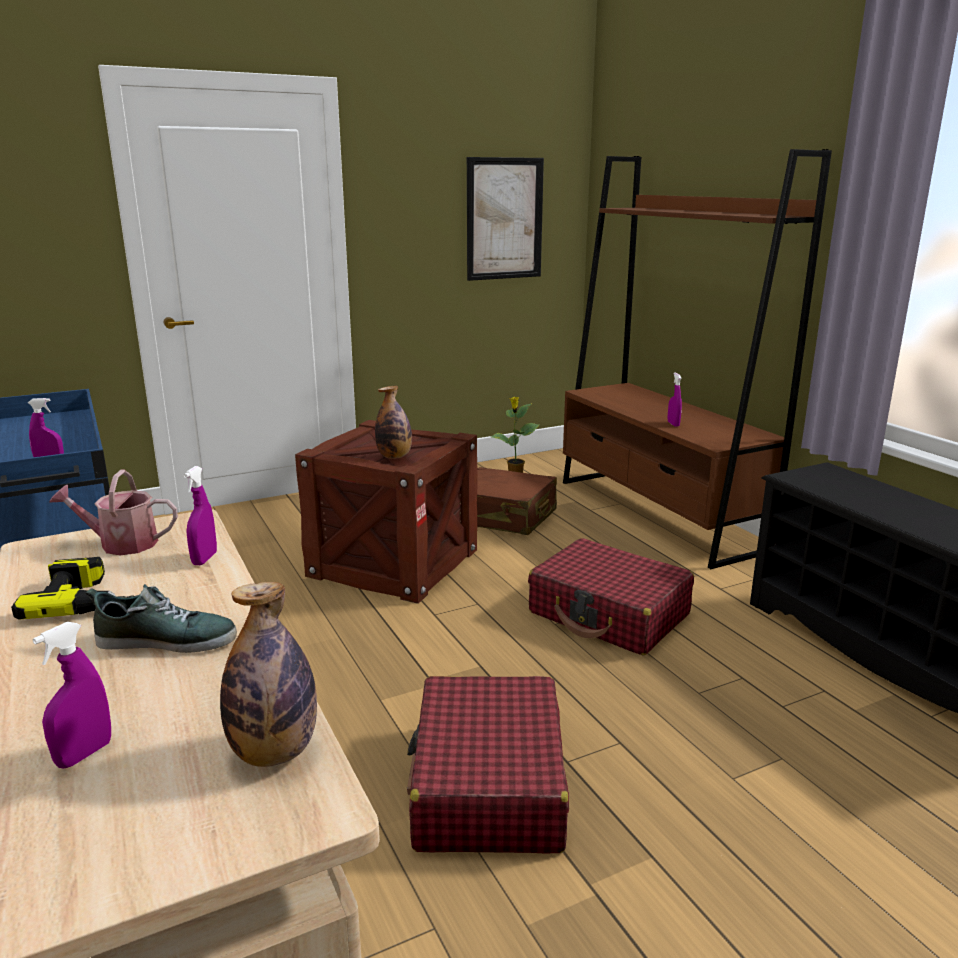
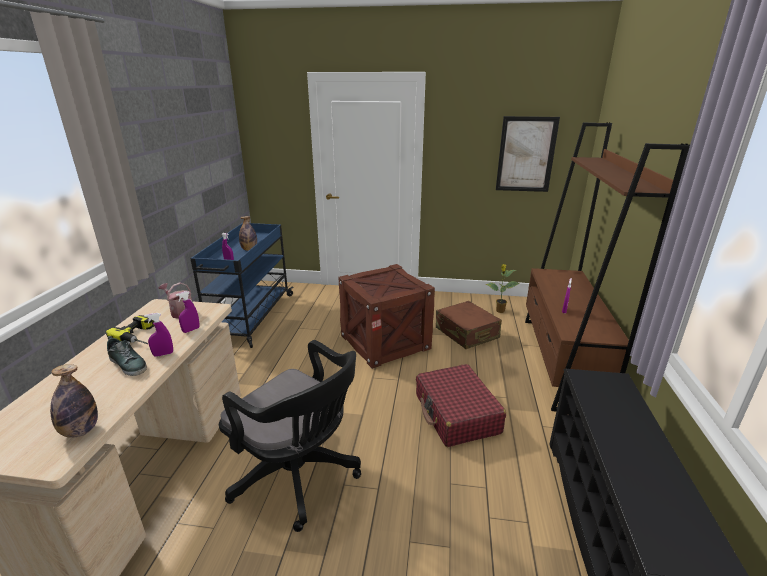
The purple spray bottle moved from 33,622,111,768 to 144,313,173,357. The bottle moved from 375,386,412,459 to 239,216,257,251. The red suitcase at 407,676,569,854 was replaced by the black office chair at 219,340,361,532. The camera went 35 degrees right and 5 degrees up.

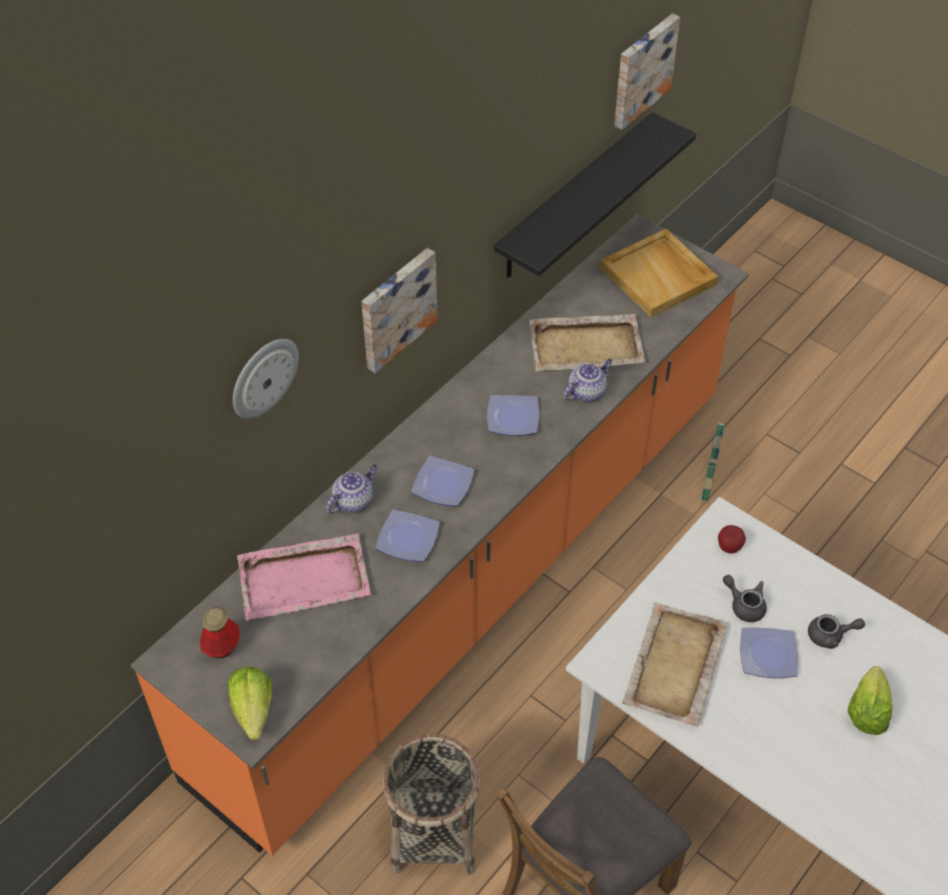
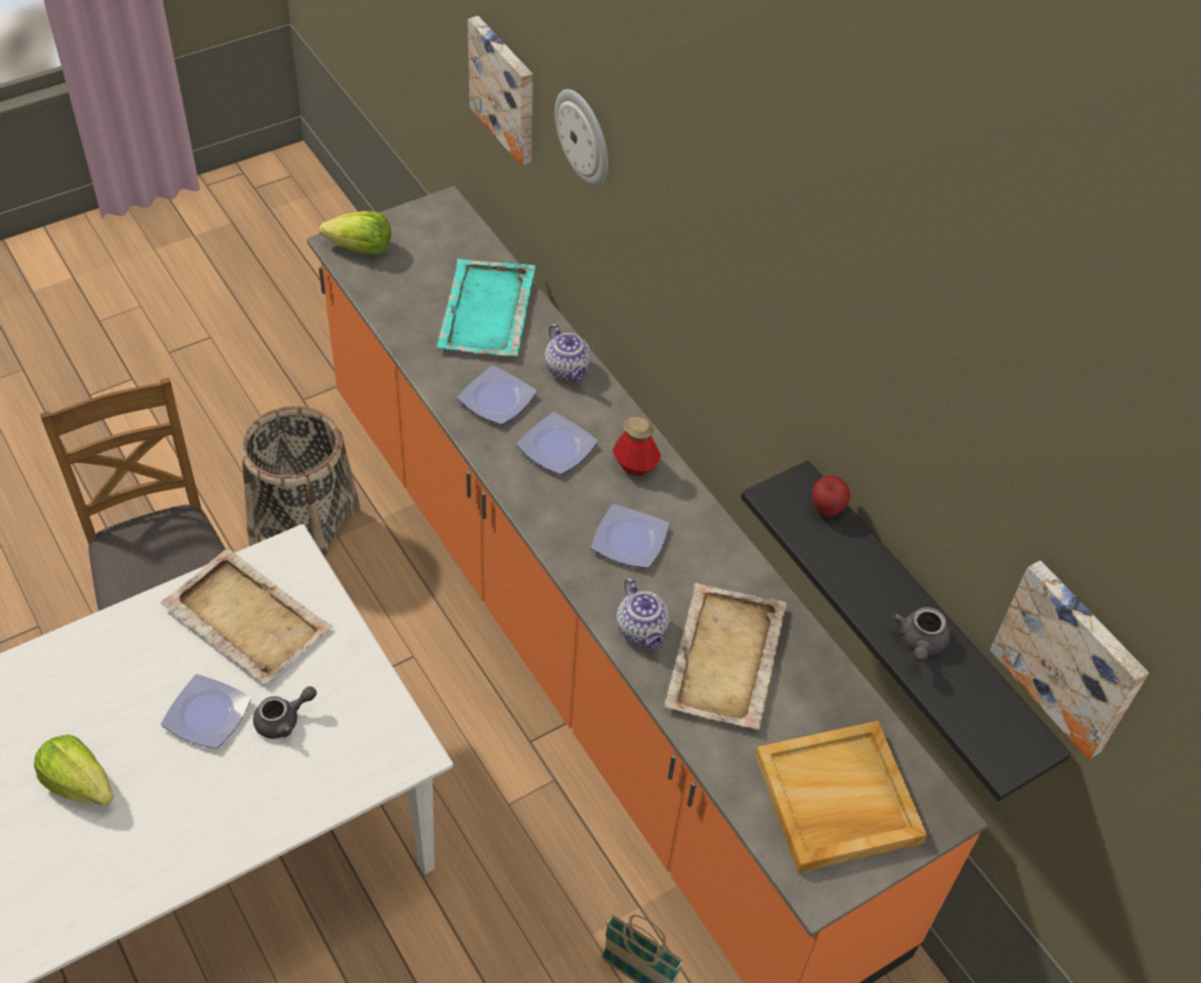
The bottle moved from 200,607,240,658 to 612,416,661,476. The pink tray at 237,534,371,621 became the turquoise tray at 437,259,535,356. The picture moved from 362,248,437,373 to 468,16,533,166. The apple moved from 718,525,746,554 to 812,475,850,516. The grey teapot moved from 808,614,865,649 to 893,607,950,662. The camera went 105 degrees right and 0 degrees up.

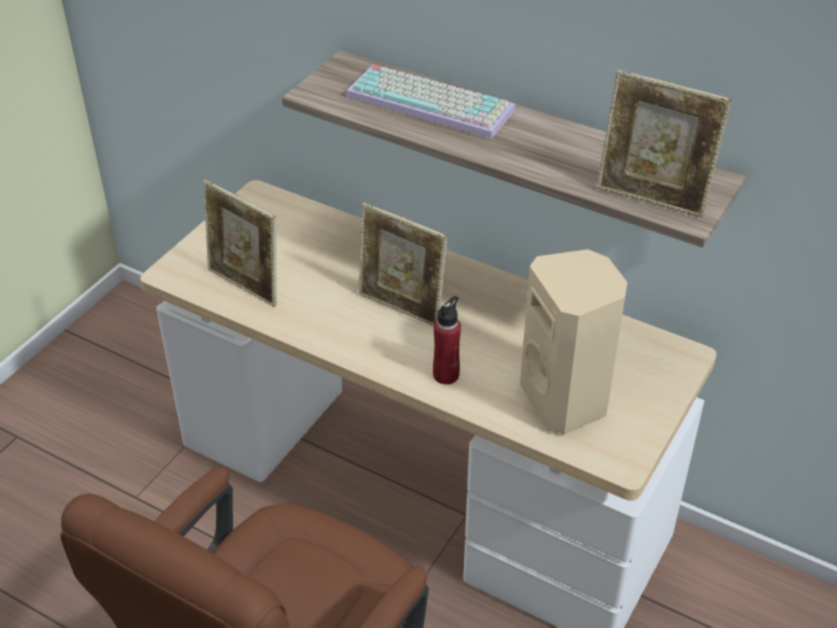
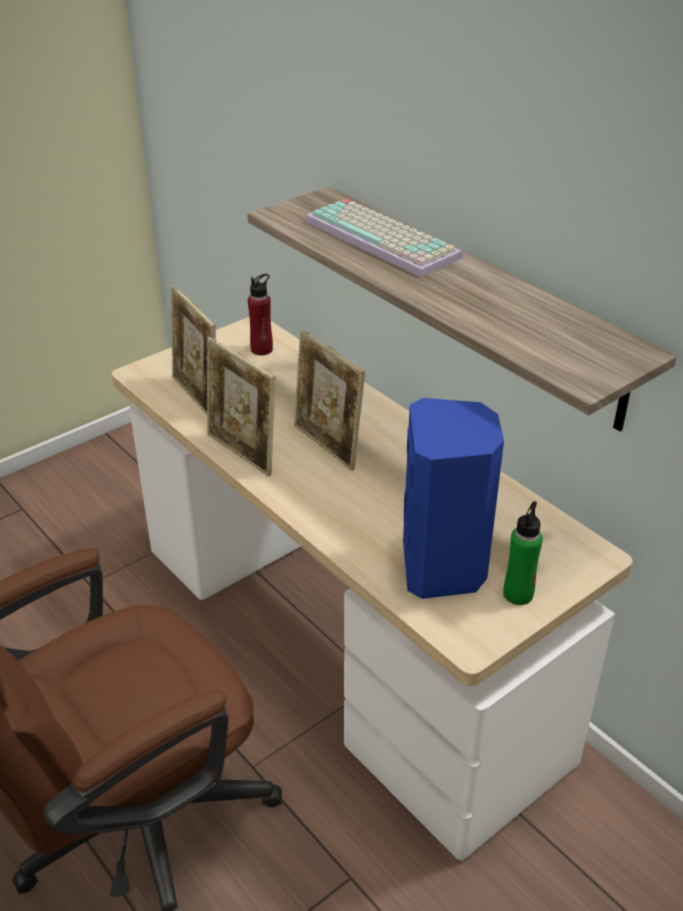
The red bottle moved from 433,296,461,384 to 248,274,273,355. The beige speaker at 520,249,627,435 became the blue speaker at 403,398,504,599. The picture frame moved from 597,70,732,218 to 207,337,276,477. The green bottle at 504,501,543,605 appeared. The camera went 20 degrees right and 5 degrees down.

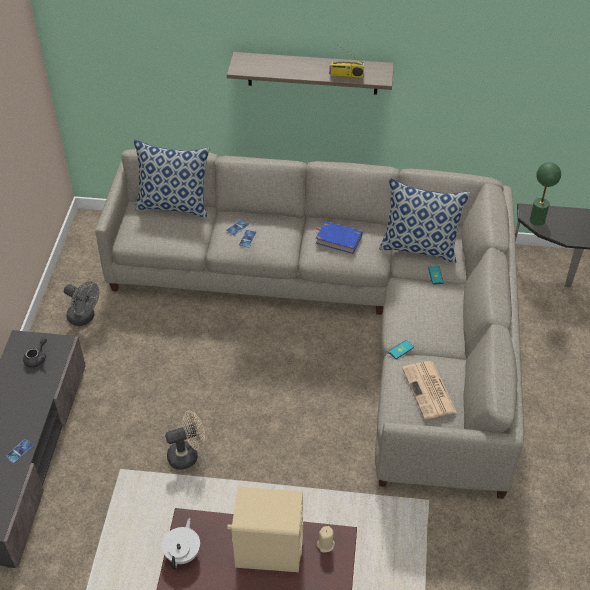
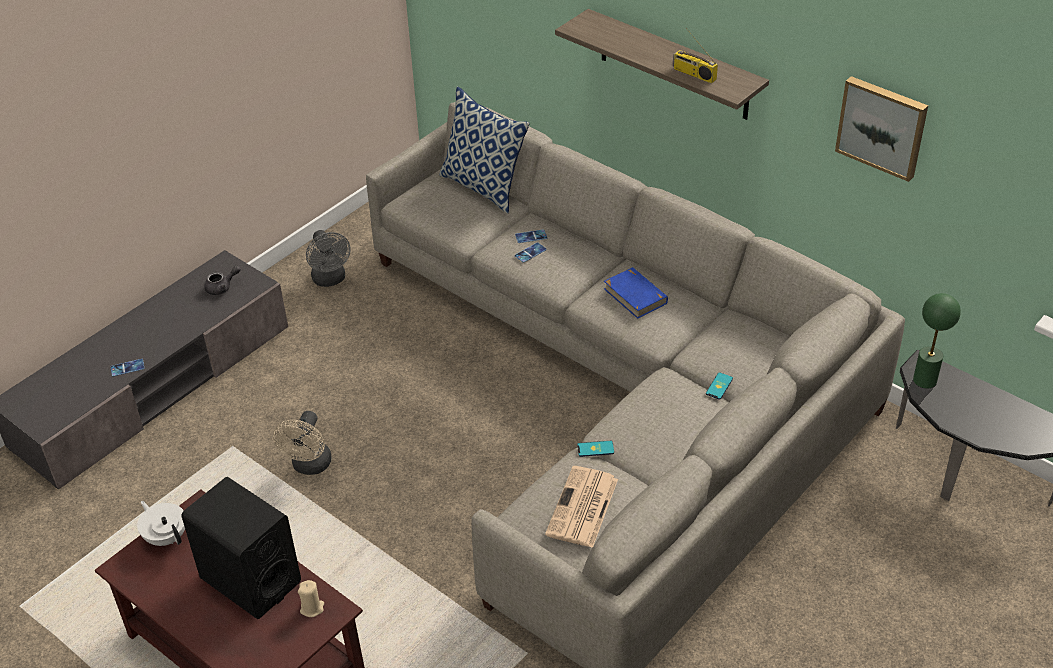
The white teapot at 162,518,200,570 turned 90 degrees counterclockwise. The beige fan at 165,410,205,470 turned 90 degrees clockwise. The beige speaker at 227,487,303,572 became the black speaker at 182,477,301,619. The pillow at 380,179,470,263 disappeared. The picture at 835,76,928,182 appeared. The camera went 35 degrees right and 5 degrees down.

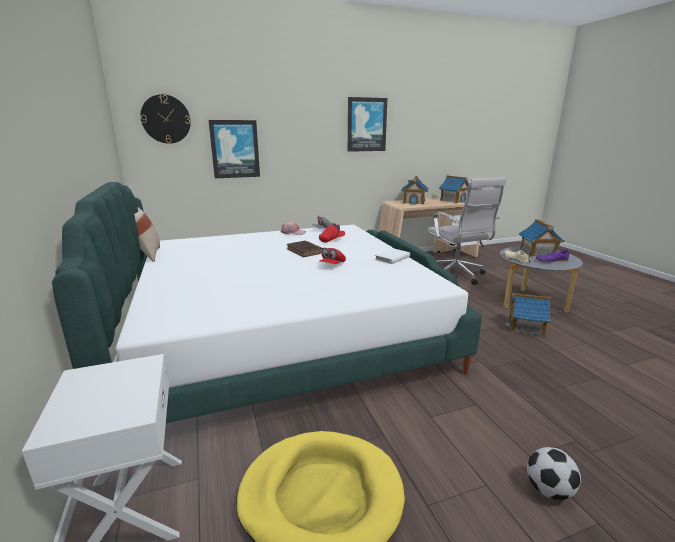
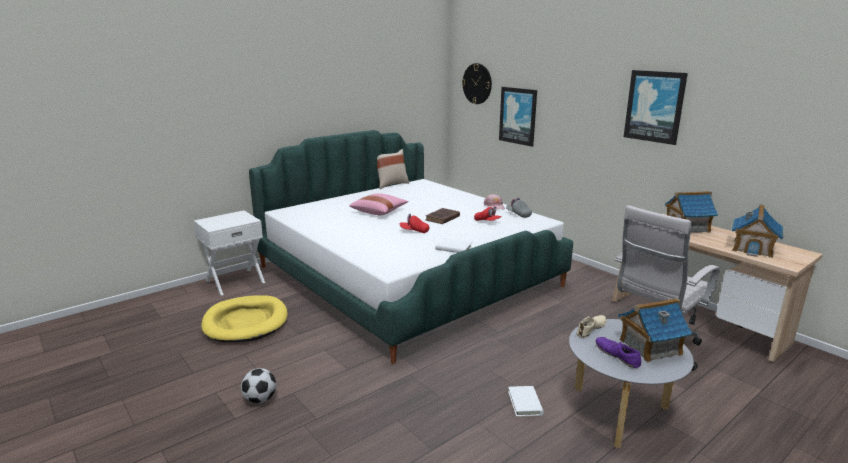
The toy house at 505,293,551,337 was replaced by the white book at 508,386,544,417. The pink pillow at 349,193,408,215 appeared. The camera went 70 degrees right and 0 degrees up.

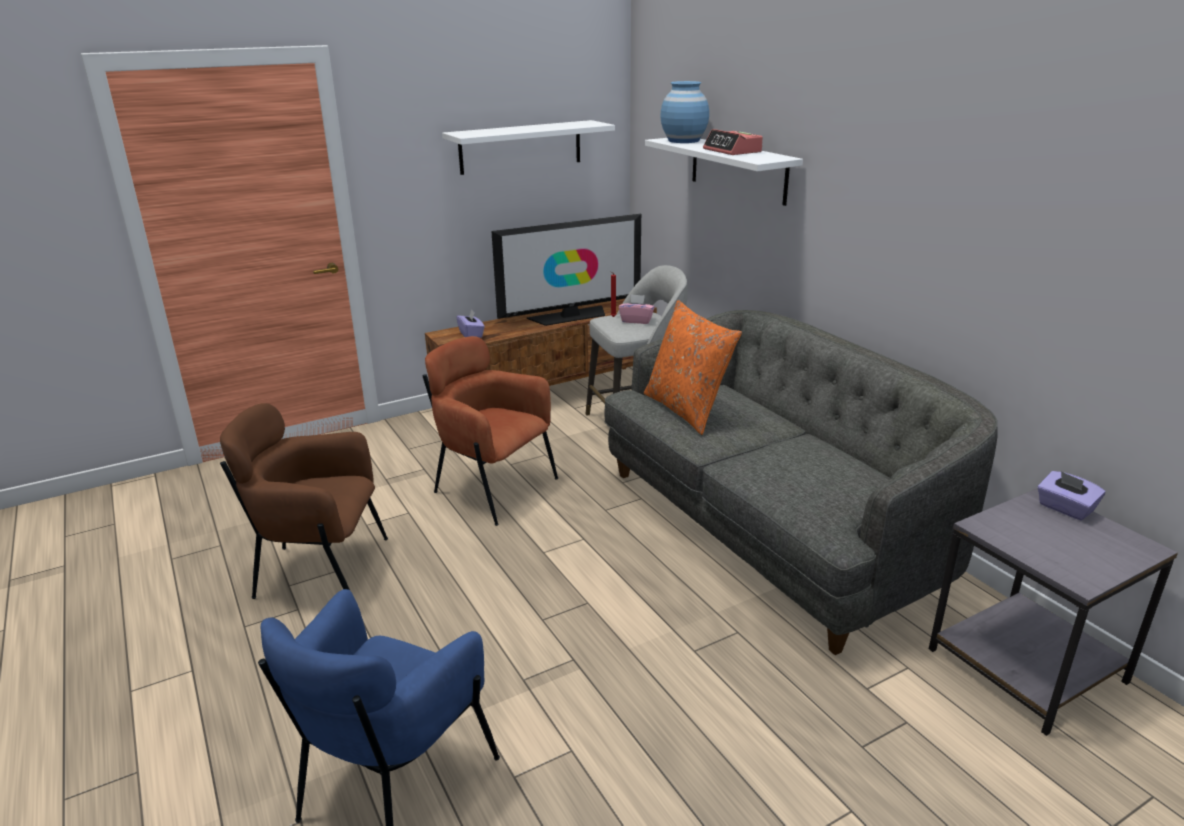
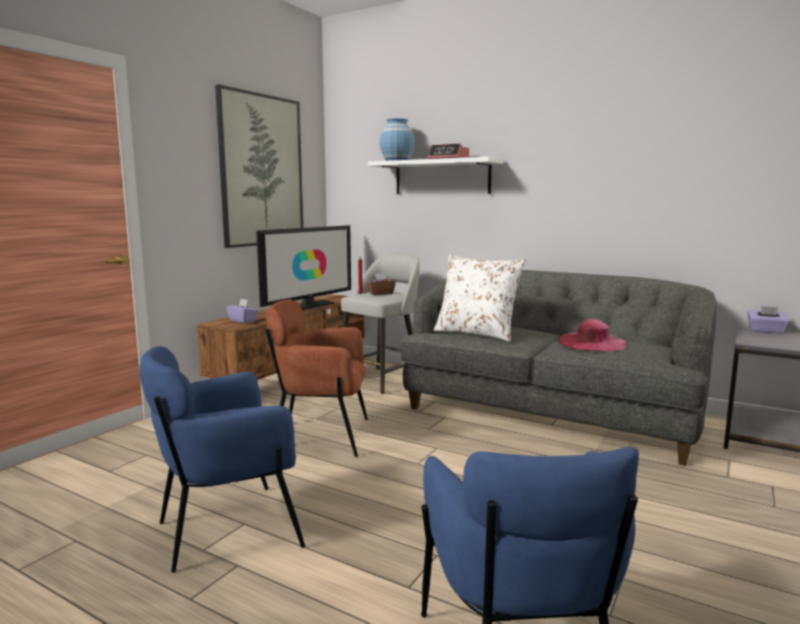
The brown armchair at 220,403,388,599 became the blue armchair at 139,346,305,573. The white shelf at 442,120,615,175 was replaced by the picture at 215,85,303,248. The pink tissue box at 619,294,655,324 became the brown tissue box at 367,273,396,295. The orange pillow at 644,300,742,435 became the white pillow at 434,255,526,342. The pink hat at 558,319,627,352 appeared. The camera went 30 degrees left and 15 degrees down.

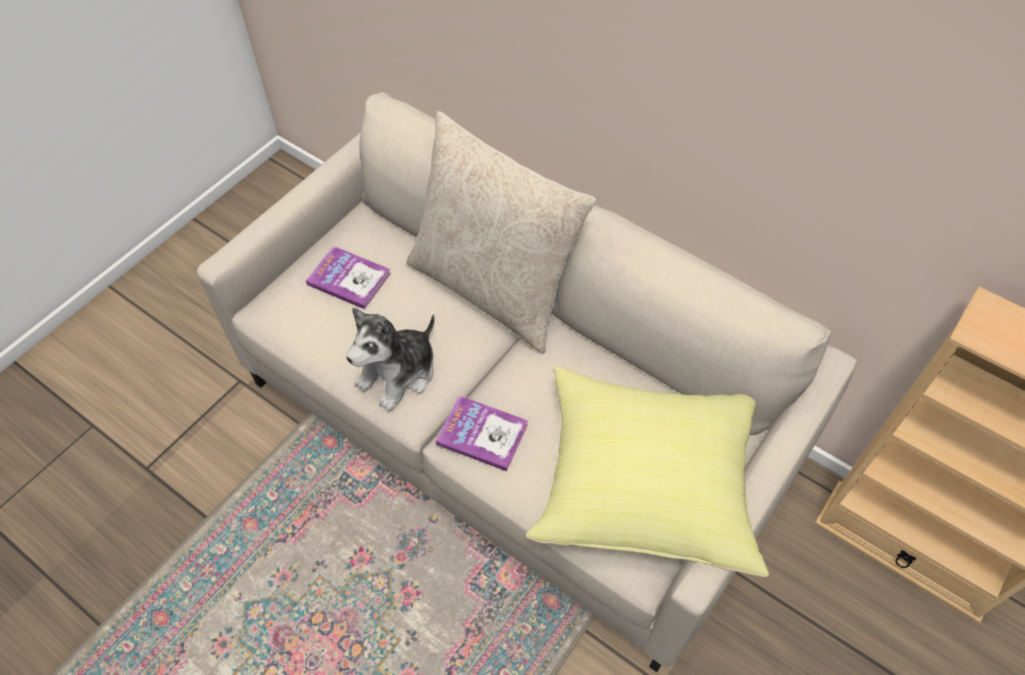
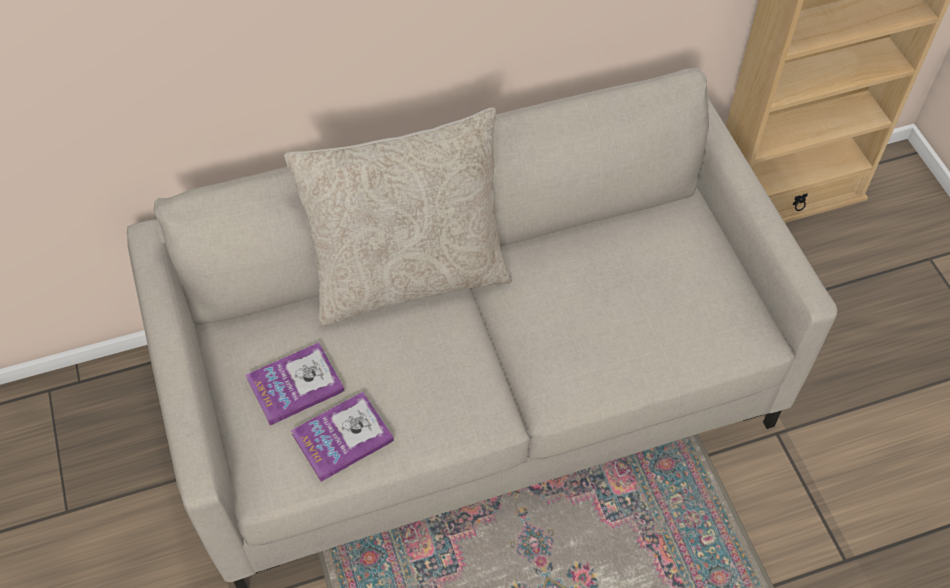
The plush toy at 346,308,435,412 disappeared. The book moved from 436,395,528,471 to 291,392,394,482. The yellow pillow at 526,366,769,577 disappeared. The camera went 55 degrees left and 0 degrees up.

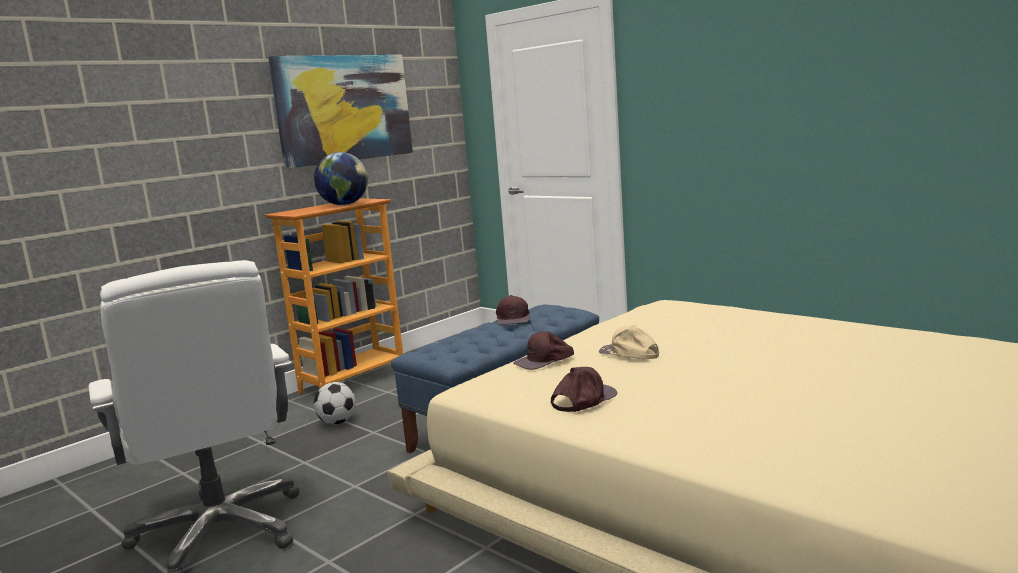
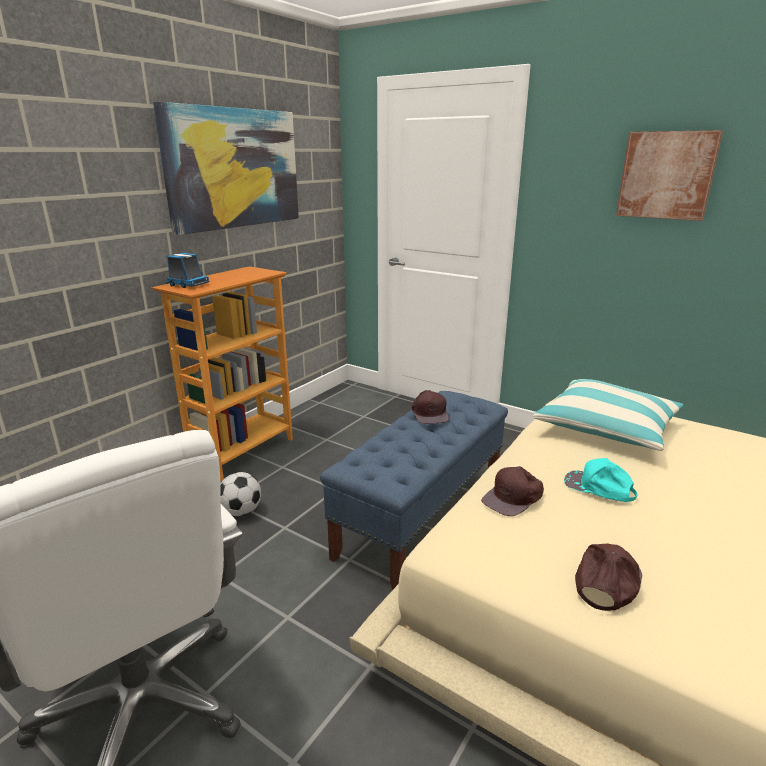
The globe at 314,152,368,205 disappeared. The beige cap at 599,325,659,360 became the turquoise cap at 564,458,638,502. The toy truck at 165,253,210,288 appeared. The pillow at 533,379,684,451 appeared. The picture at 616,130,723,221 appeared. The camera went 10 degrees left and 10 degrees up.

